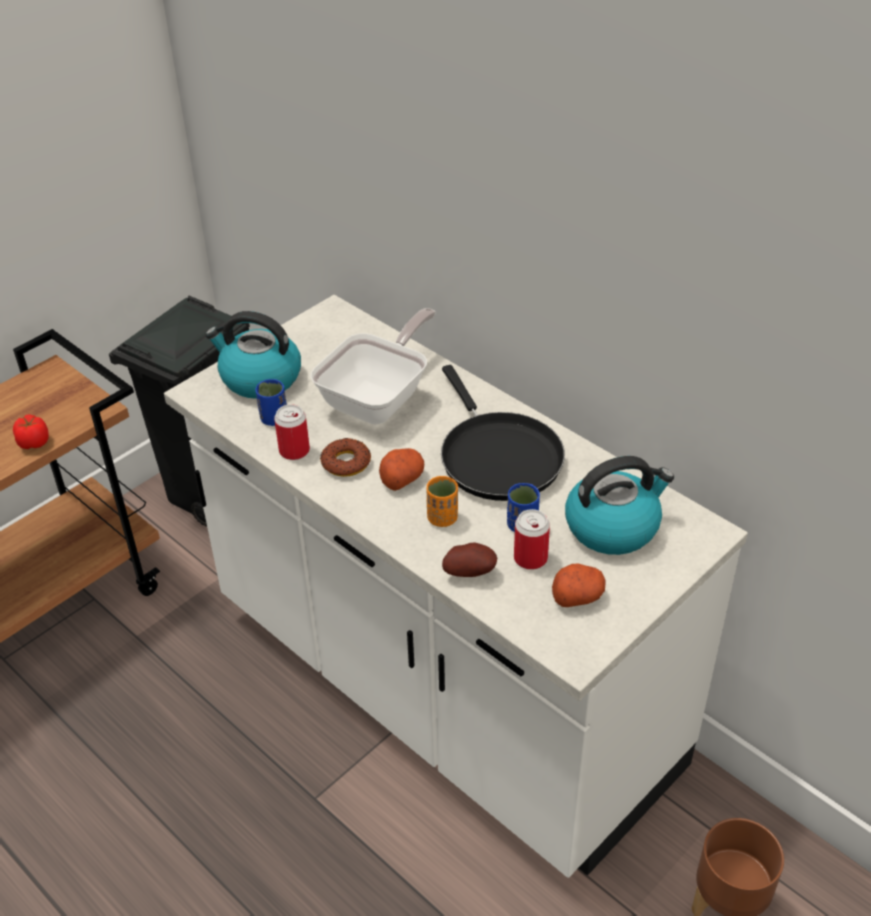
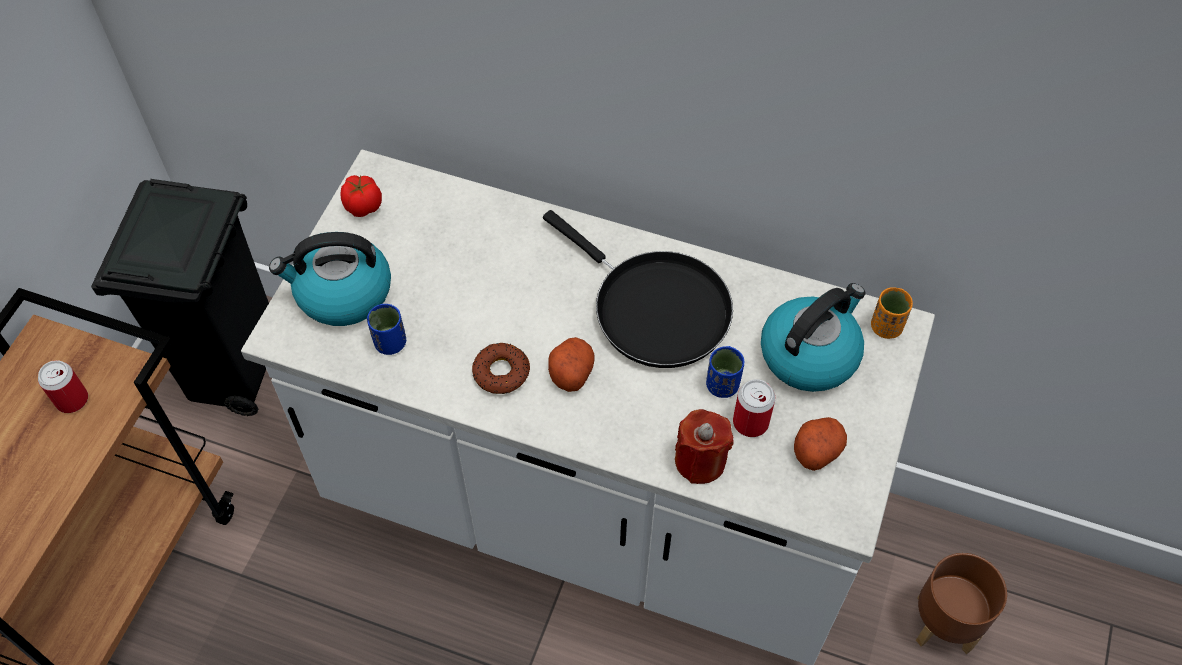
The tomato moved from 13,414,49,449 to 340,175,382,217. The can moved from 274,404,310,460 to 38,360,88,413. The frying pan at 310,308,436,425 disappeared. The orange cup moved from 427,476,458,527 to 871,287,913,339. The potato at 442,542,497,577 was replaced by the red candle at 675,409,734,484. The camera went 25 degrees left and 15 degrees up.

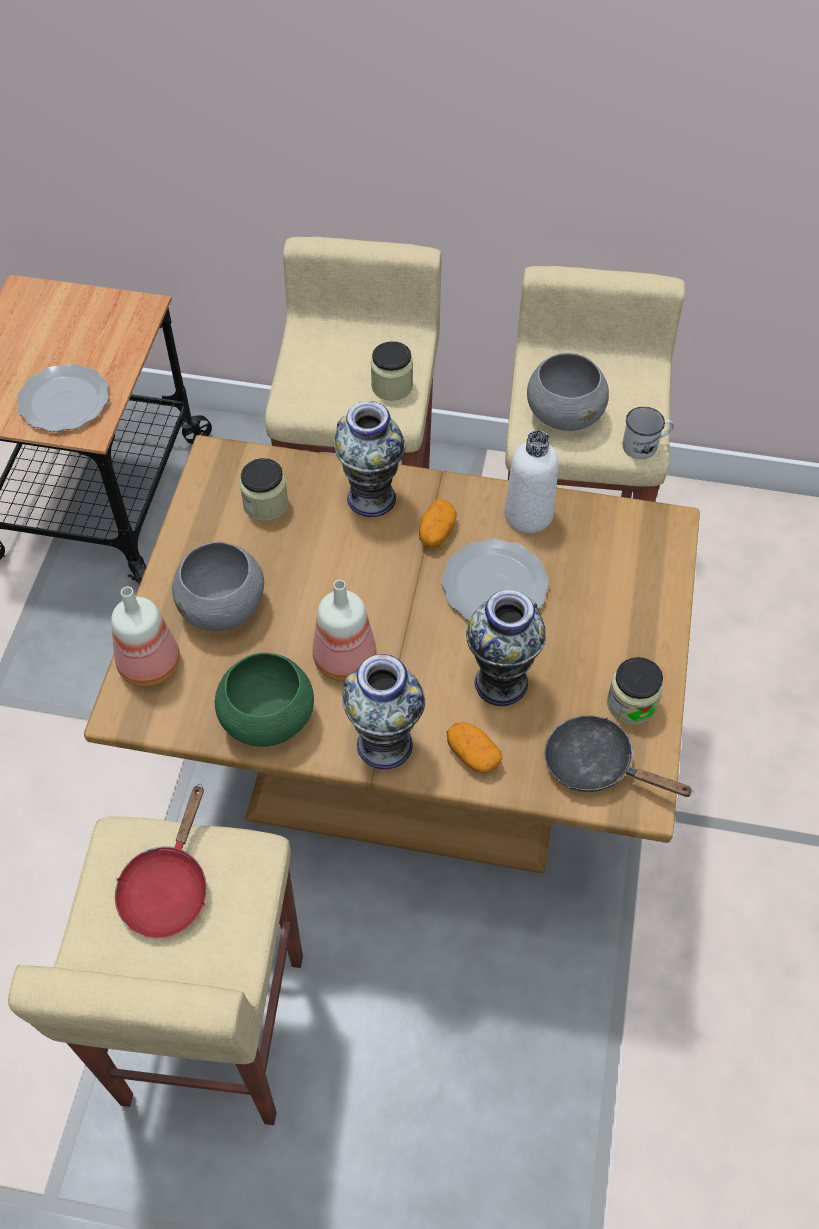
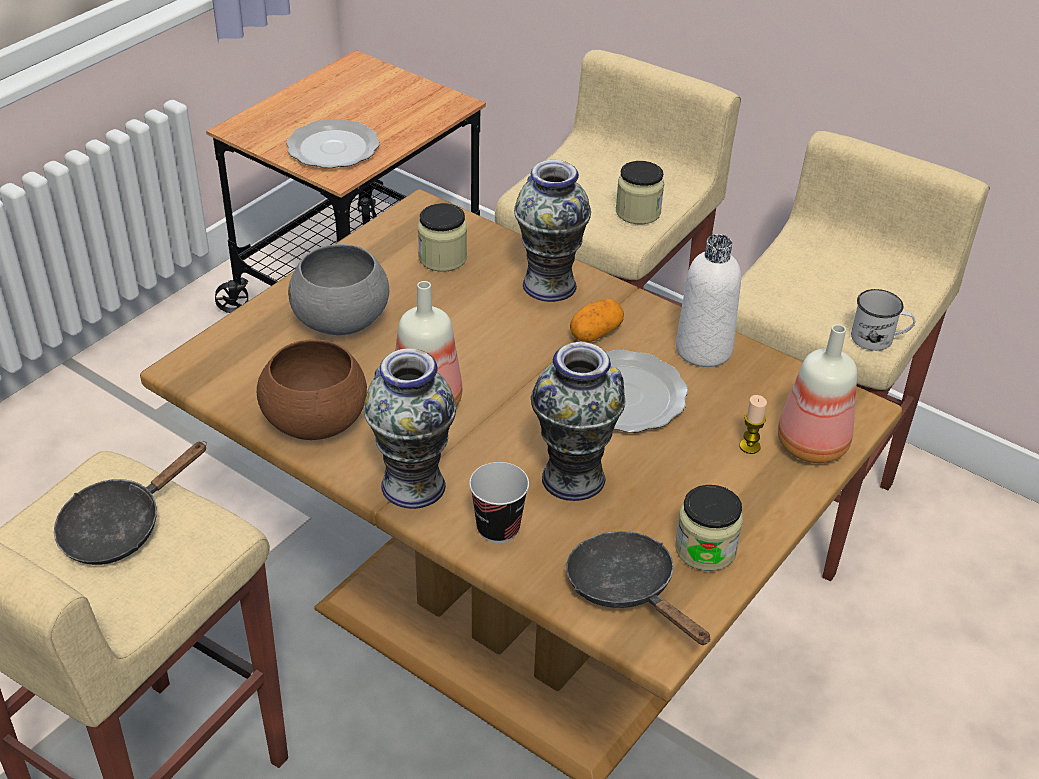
The bottle moved from 111,587,180,687 to 778,324,857,463. The red frying pan at 115,784,207,939 became the black frying pan at 54,441,207,565. The green bowl at 215,653,314,747 became the brown bowl at 257,339,367,440. The potato at 446,722,502,773 was replaced by the cup at 469,462,529,543. The grey bowl at 527,353,609,431 disappeared. The candle at 739,395,767,454 appeared. The camera went 25 degrees right and 15 degrees down.

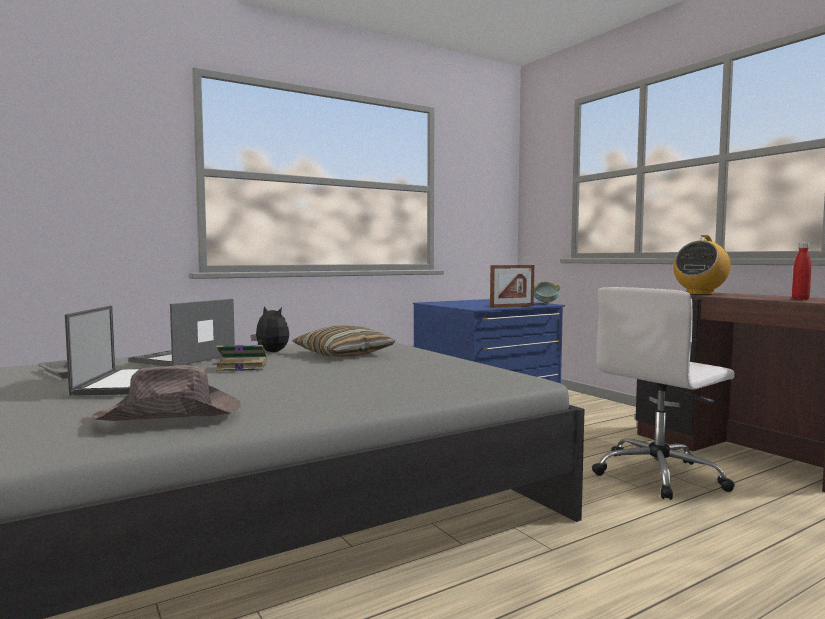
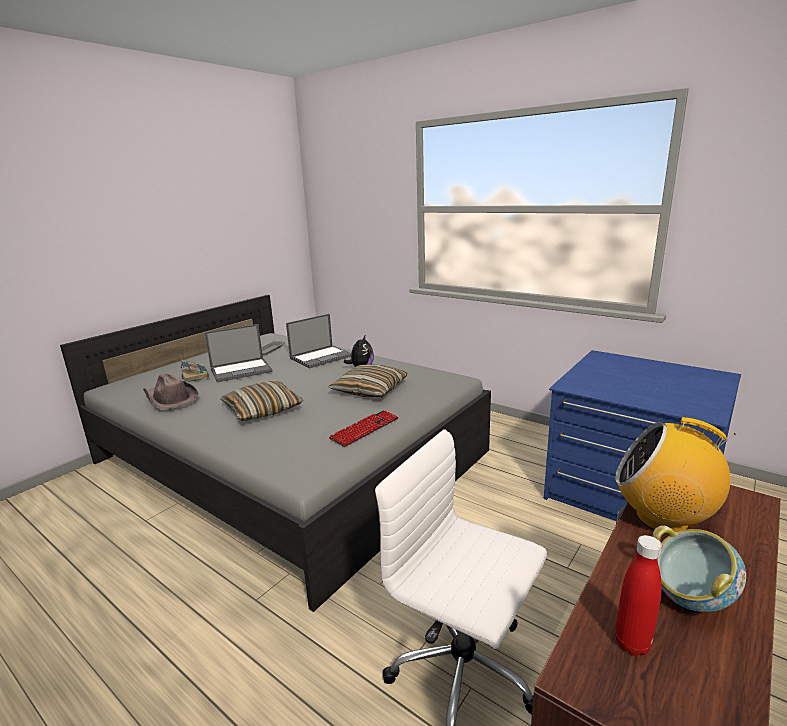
The laptop at 128,299,235,366 turned 135 degrees clockwise. The book moved from 212,345,267,371 to 181,360,209,383. The picture frame at 490,265,534,308 disappeared. The bowl moved from 534,281,560,304 to 652,526,746,612. The pillow at 221,381,303,421 appeared. The keyboard at 329,411,398,447 appeared. The camera went 70 degrees right and 15 degrees up.

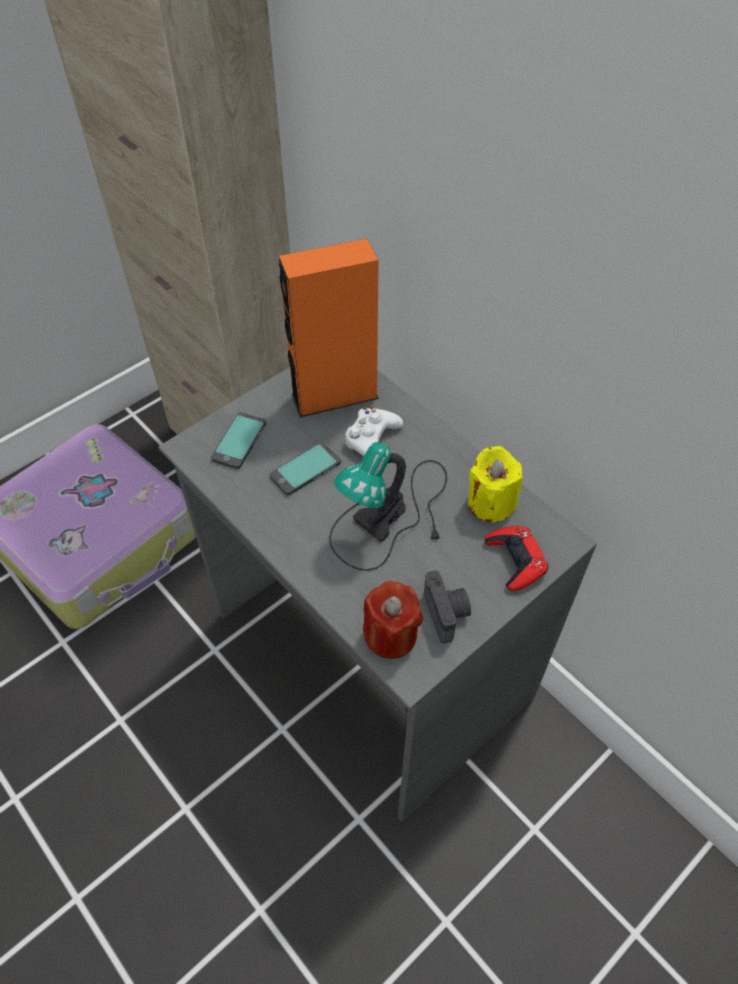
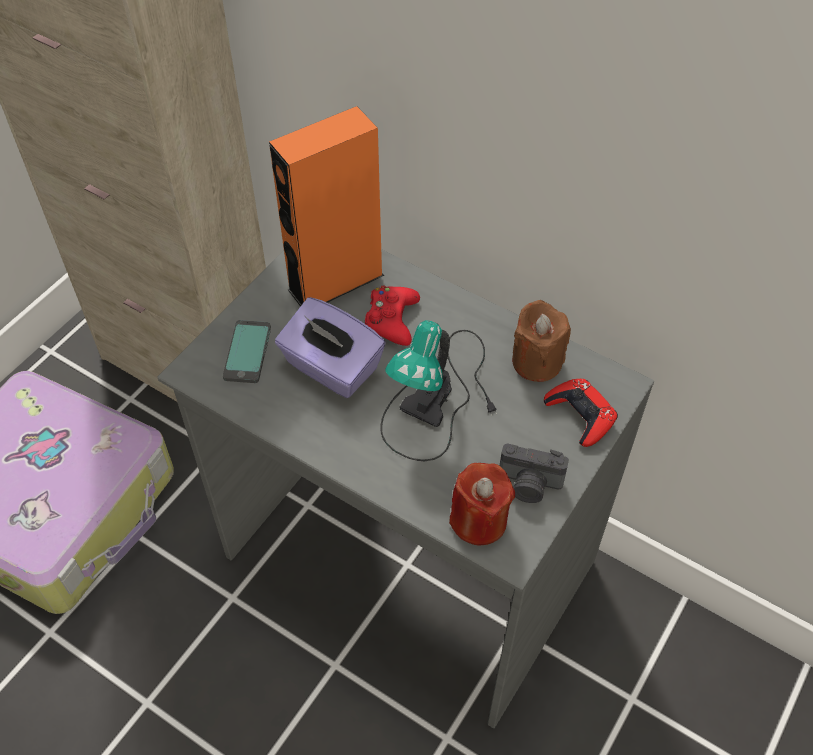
The phone at 270,442,341,496 was replaced by the purple tissue box at 275,297,386,398. The white game controller at 344,406,403,456 became the red game controller at 365,285,420,346. The photo camera at 424,570,471,643 turned 135 degrees clockwise. The yellow candle at 468,446,523,522 became the brown candle at 512,300,571,382. The camera went 15 degrees left and 0 degrees up.

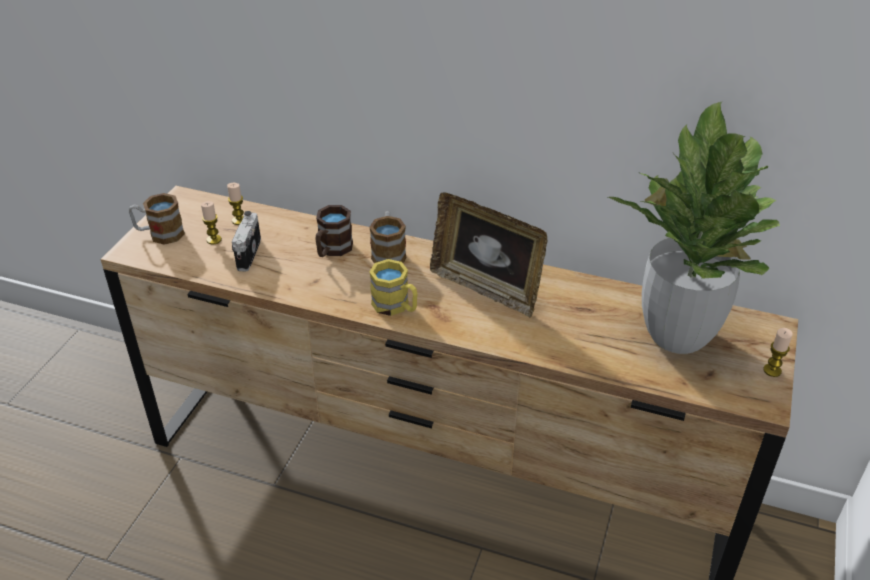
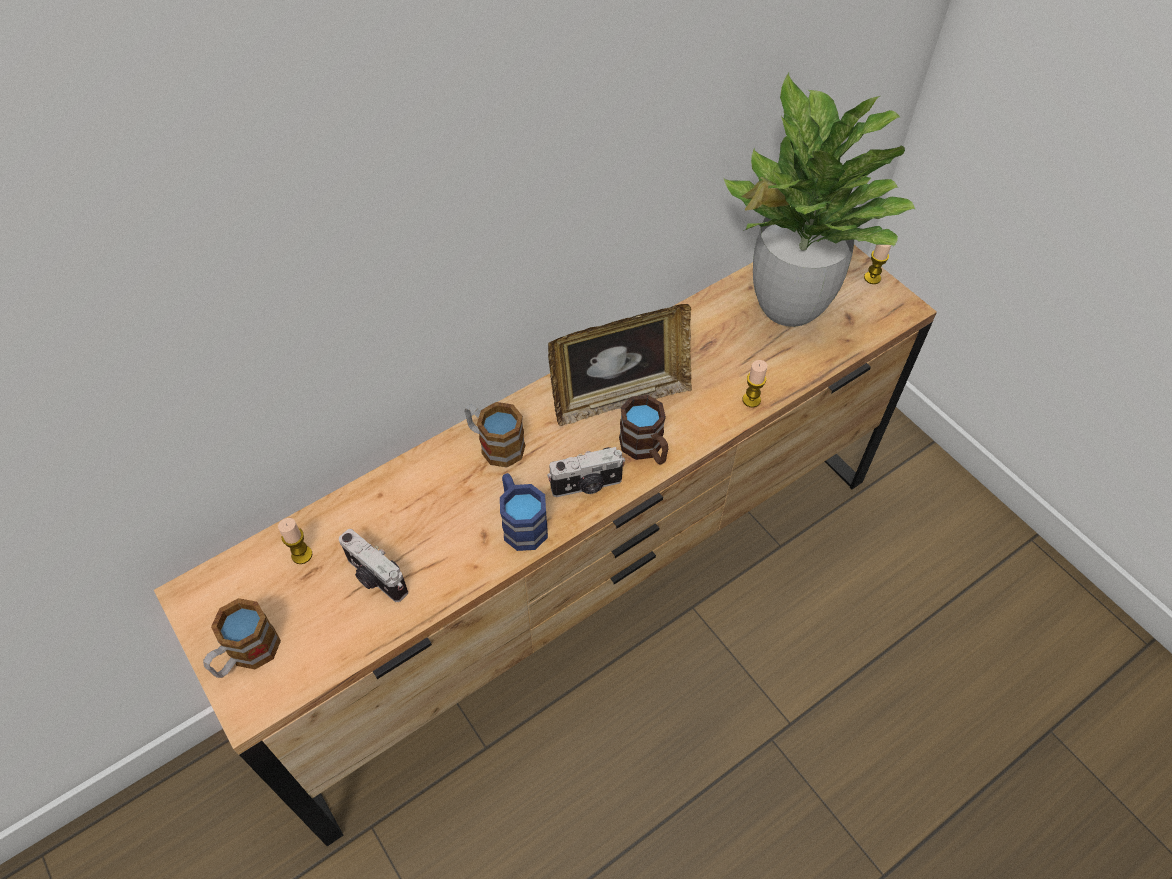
The candle moved from 201,201,222,244 to 742,360,768,408. The brown mug moved from 316,205,353,257 to 619,395,668,465. The yellow mug at 369,259,418,316 was replaced by the photo camera at 547,447,625,497. The blue mug at 500,473,548,551 appeared. The camera went 55 degrees left and 15 degrees up.

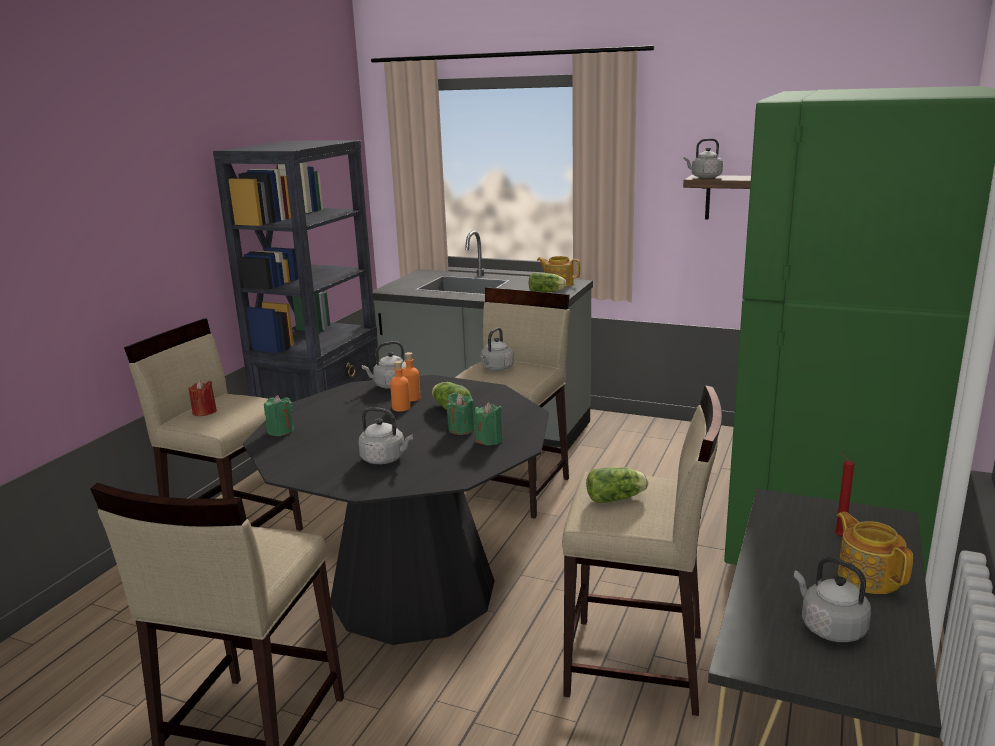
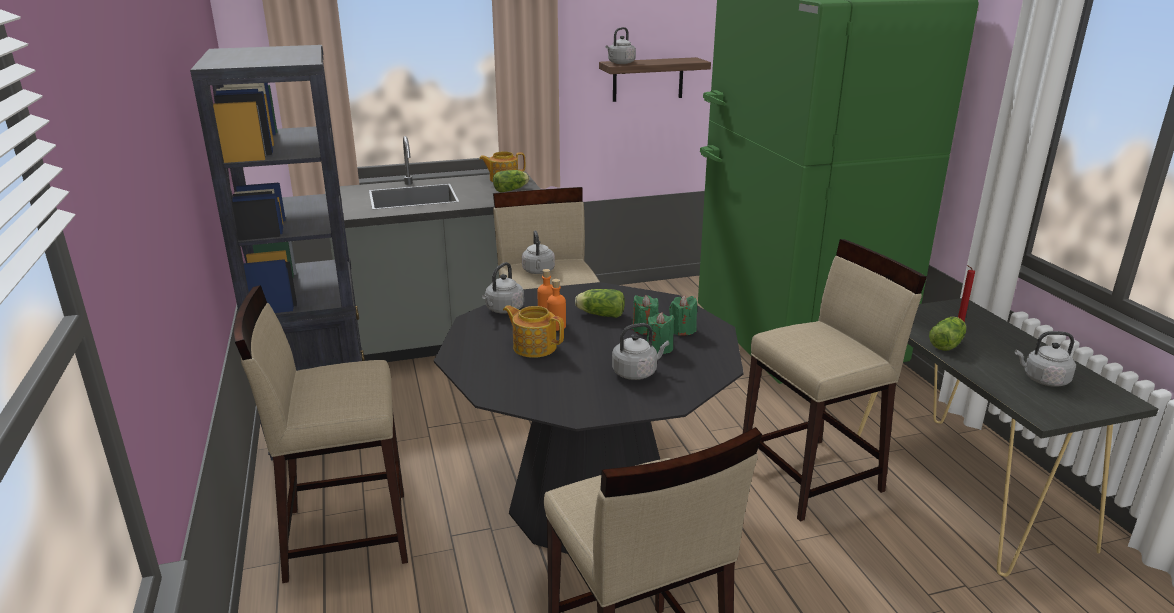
The red candle at 189,380,217,417 disappeared. The green candle moved from 264,395,294,436 to 647,312,675,354. The lettuce moved from 586,467,648,503 to 929,317,966,351. The teapot moved from 837,511,913,594 to 503,305,564,358. The camera went 40 degrees left and 5 degrees up.

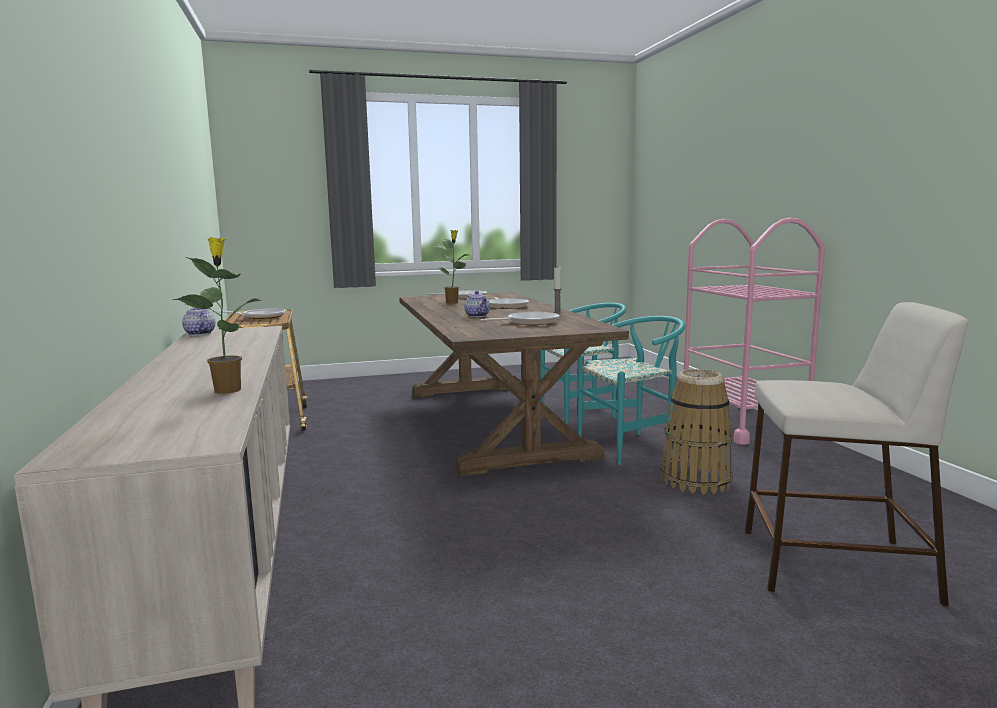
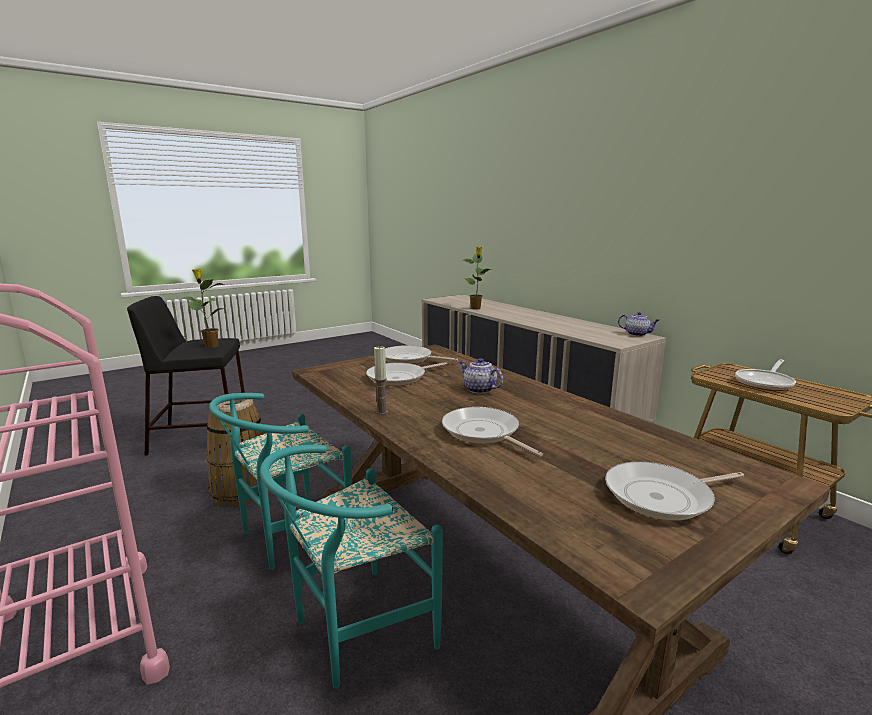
The potted plant moved from 433,230,468,303 to 181,269,226,348. The beige stool at 745,302,968,606 became the black stool at 127,296,245,455. The frying pan at 385,345,458,364 appeared. The camera went 160 degrees right and 5 degrees up.

